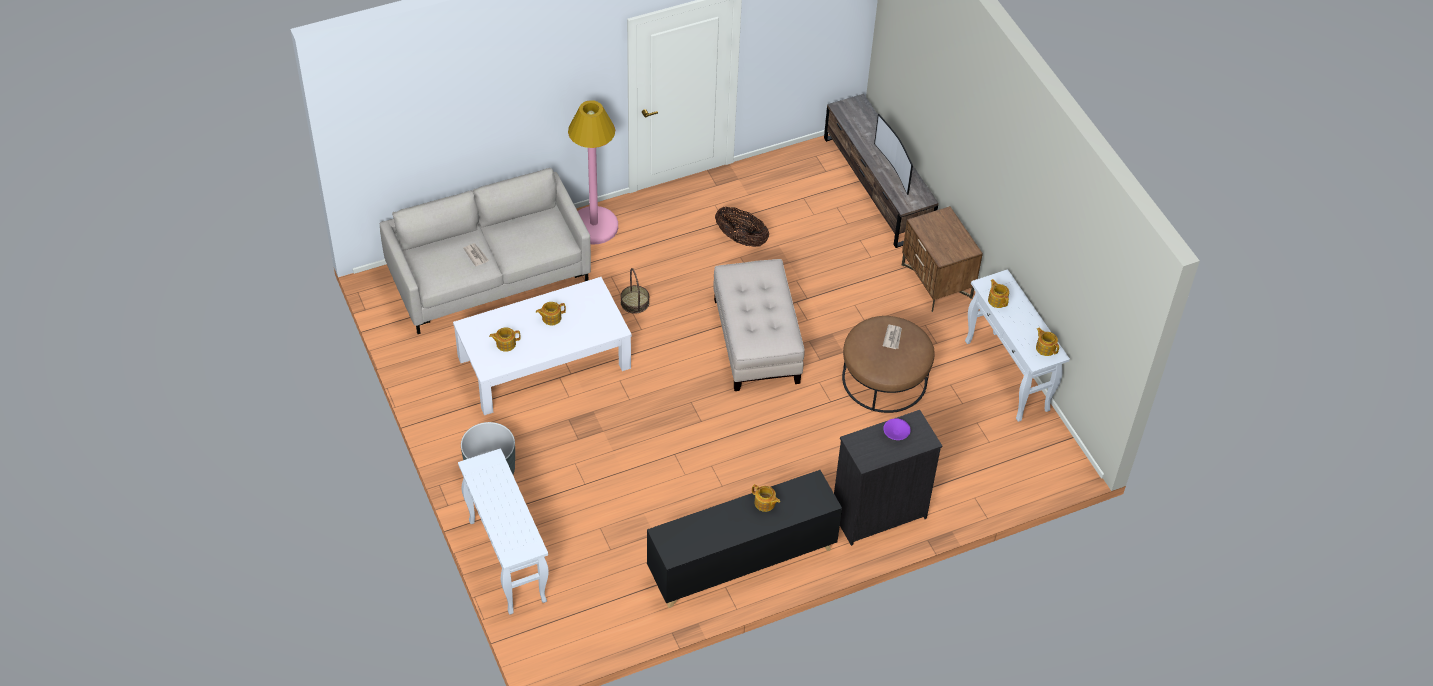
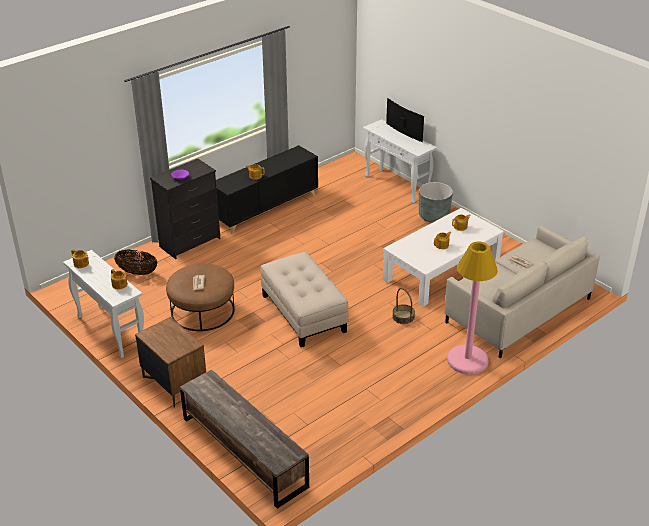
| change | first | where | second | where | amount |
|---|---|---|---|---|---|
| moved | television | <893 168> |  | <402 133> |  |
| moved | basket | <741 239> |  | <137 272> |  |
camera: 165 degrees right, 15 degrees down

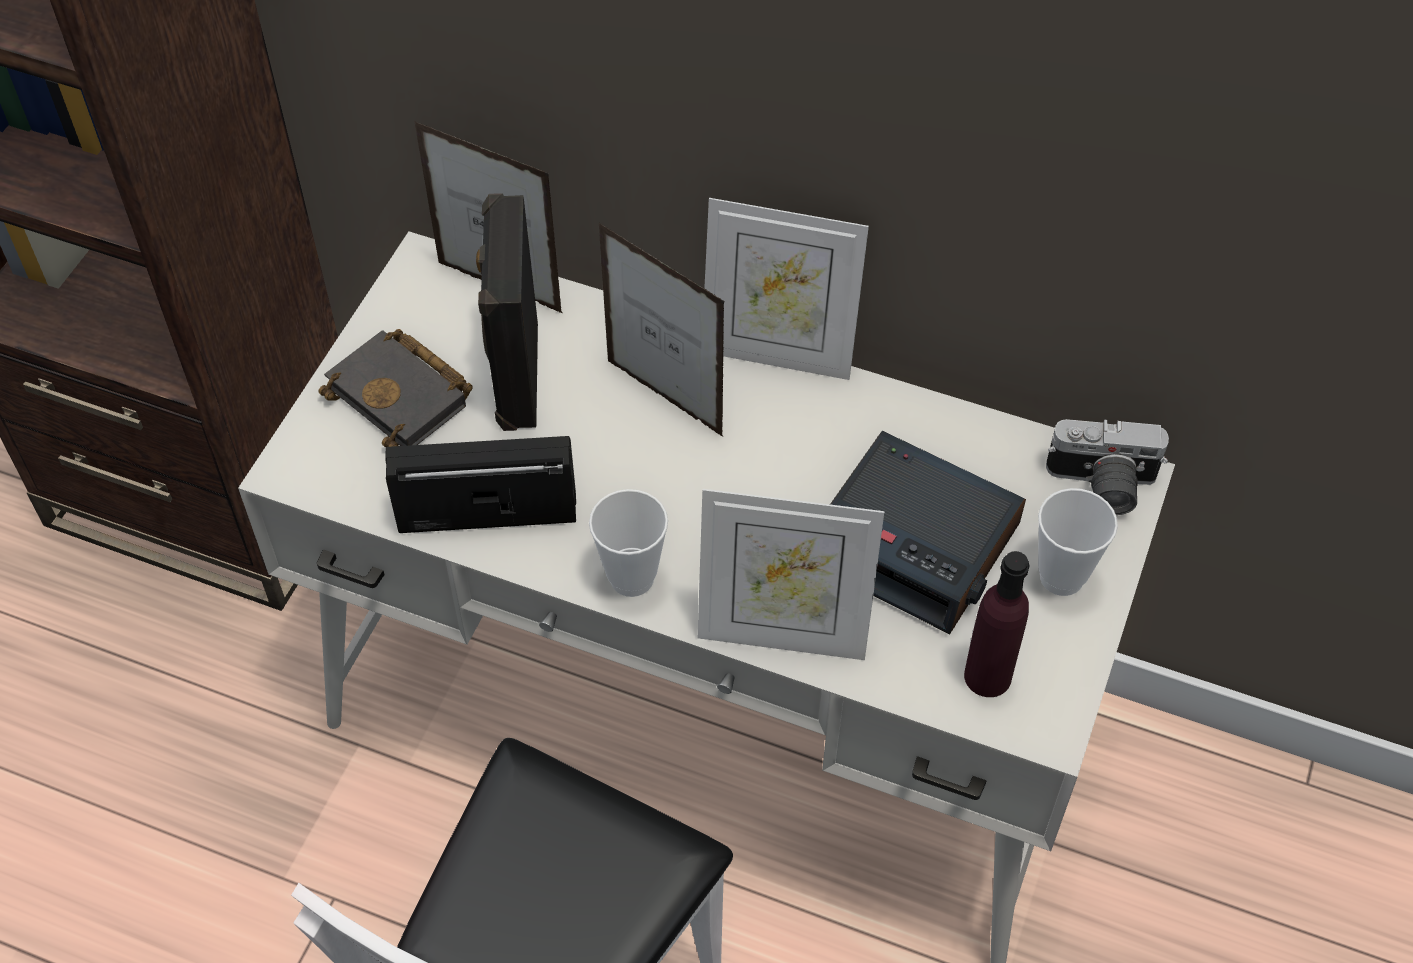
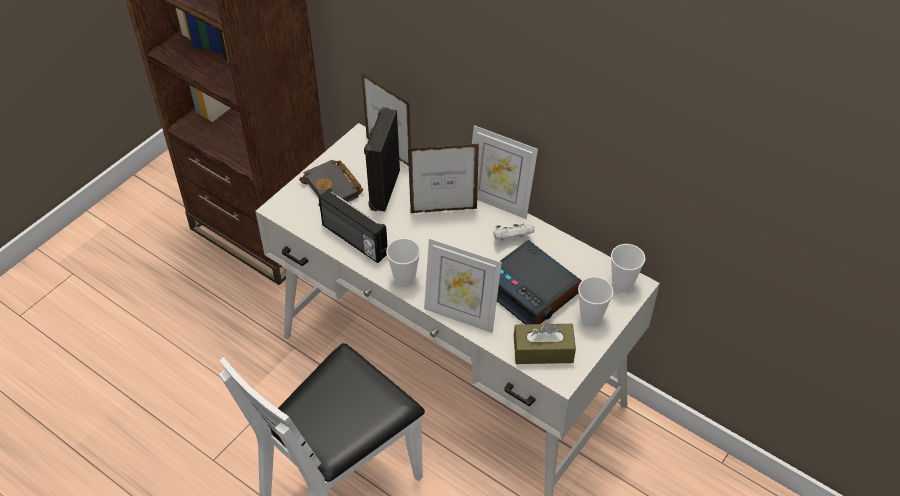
| change | first | where | second | where | amount |
|---|---|---|---|---|---|
| turned | standing frame | <664 398> |  | <443 211> | 120 degrees clockwise |
| replaced | still camera | <1101 486> | small cup | <622 285> |  |
| turned | radio | <487 511> |  | <353 240> | 150 degrees counterclockwise |
| replaced | purple bottle | <987 676> | brownish tissue box | <543 351> |  |
| added |  |  | white joypad | <511 239> |  |
camera: 15 degrees right, 5 degrees down

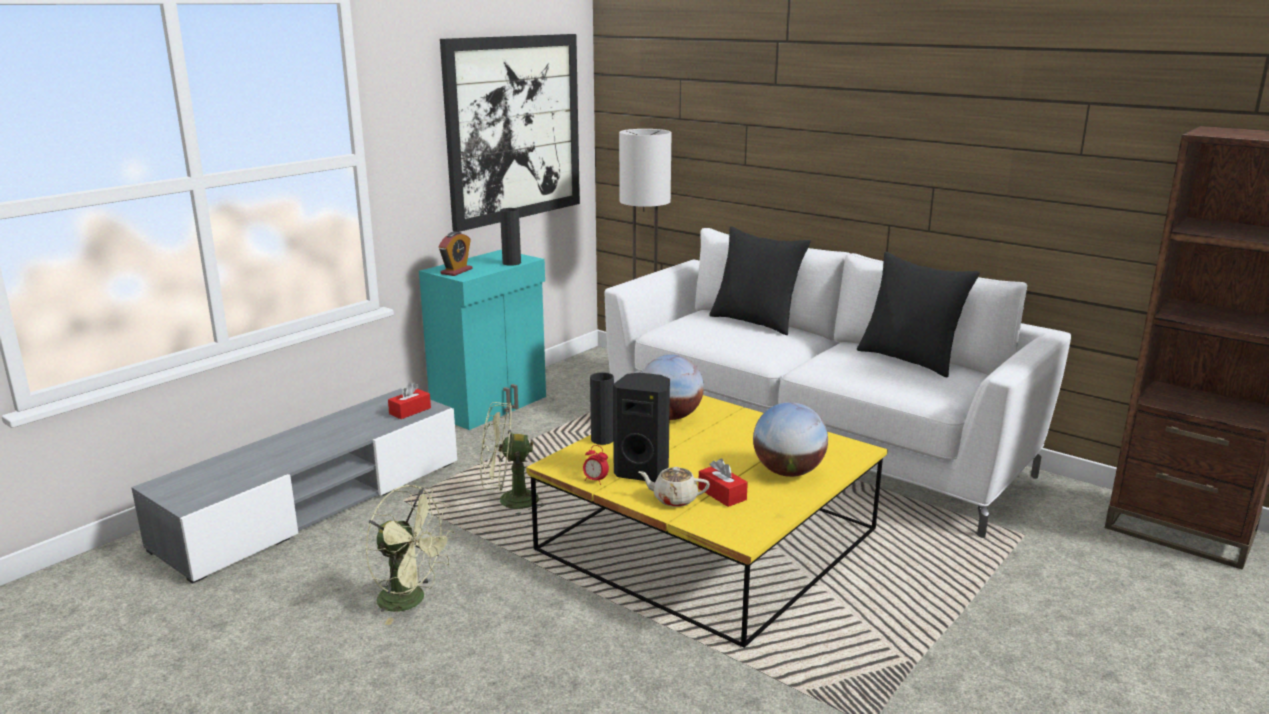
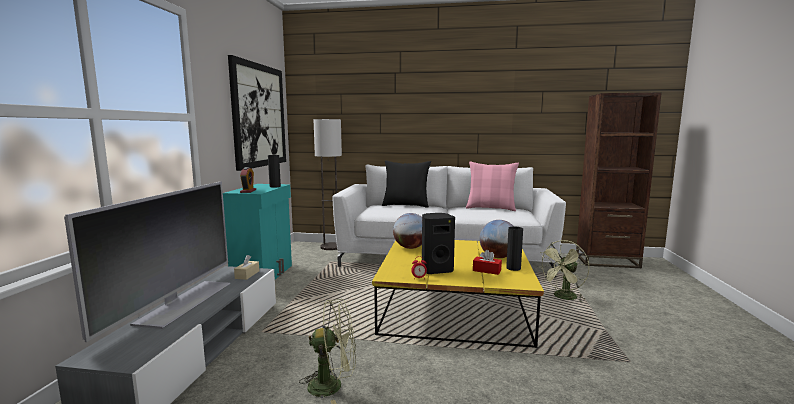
| change | first | where | second | where | amount |
|---|---|---|---|---|---|
| recoloured | blackish throw pillow | <909 360> | pink-coloured throw pillow | <490 208> |  |
| moved | blackish flower vase | <602 439> |  | <513 268> |  |
| recoloured | reddish tissue box | <410 411> | beige tissue box | <247 275> |  |
| moved | greenish electric fan | <509 502> |  | <563 298> |  |
| removed | beige tea pot | <674 499> |  |  |  |
| added |  |  | television | <183 302> |  |
camera: 30 degrees left, 10 degrees down

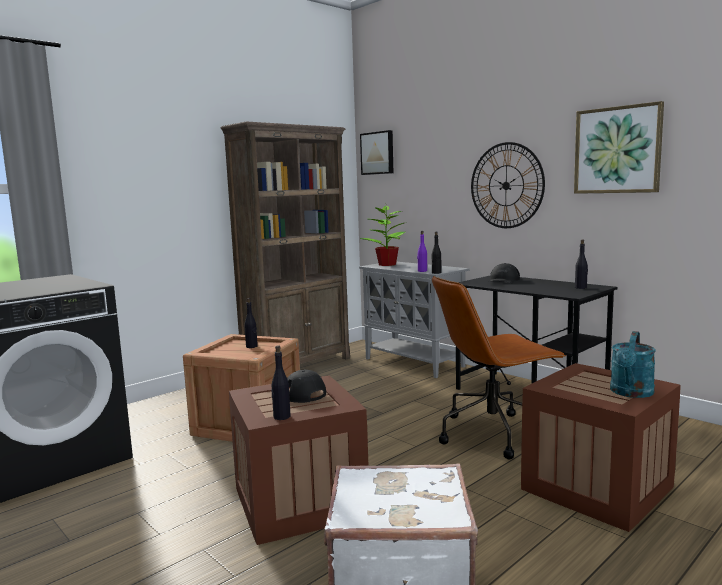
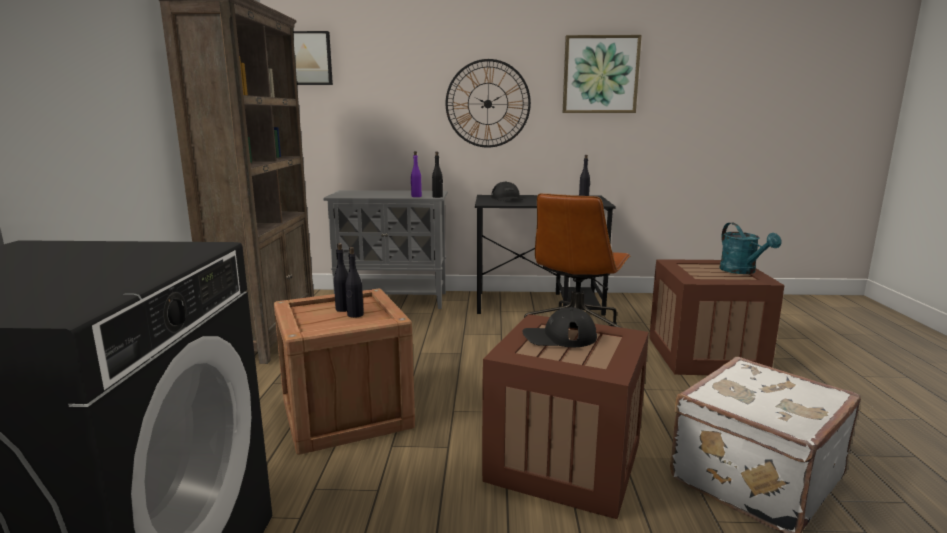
| change | first | where | second | where | amount |
|---|---|---|---|---|---|
| removed | houseplant | <387 264> |  |  |  |
| moved | blackish bottle | <281 417> |  | <355 315> |  |
camera: 45 degrees left, 5 degrees up

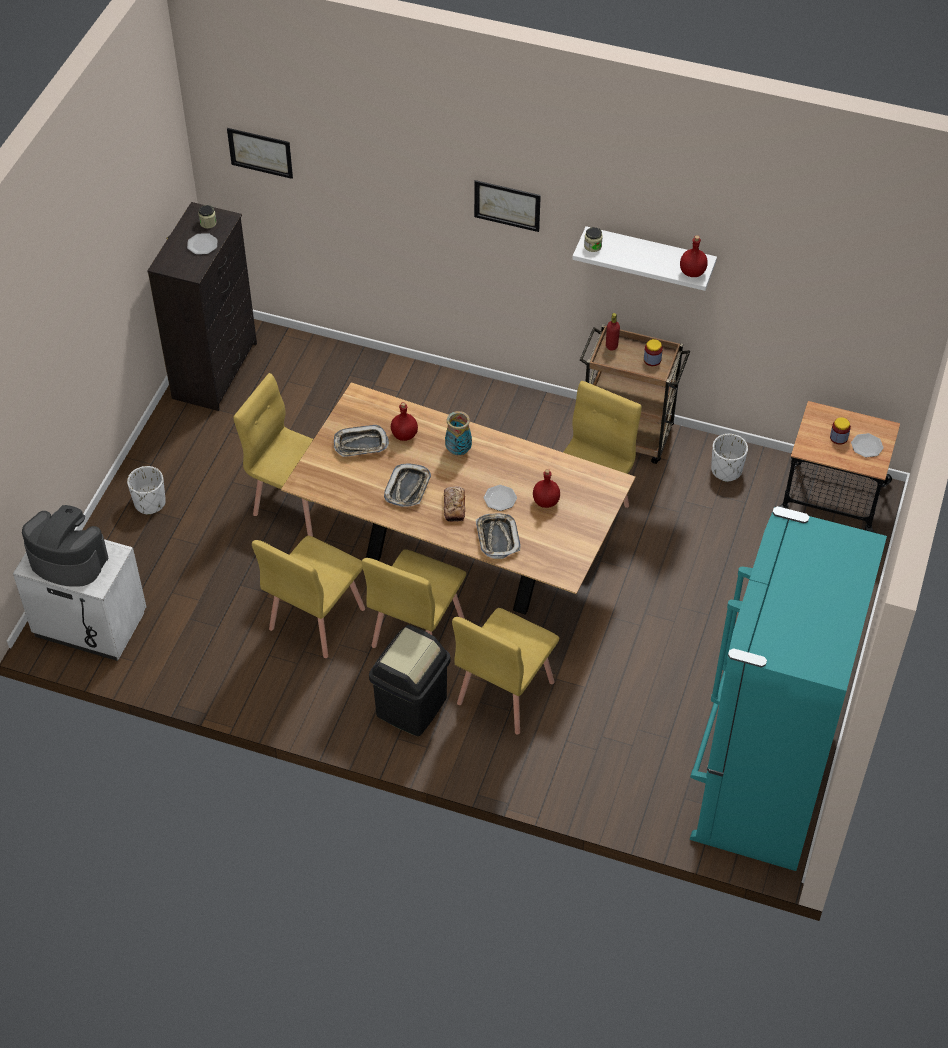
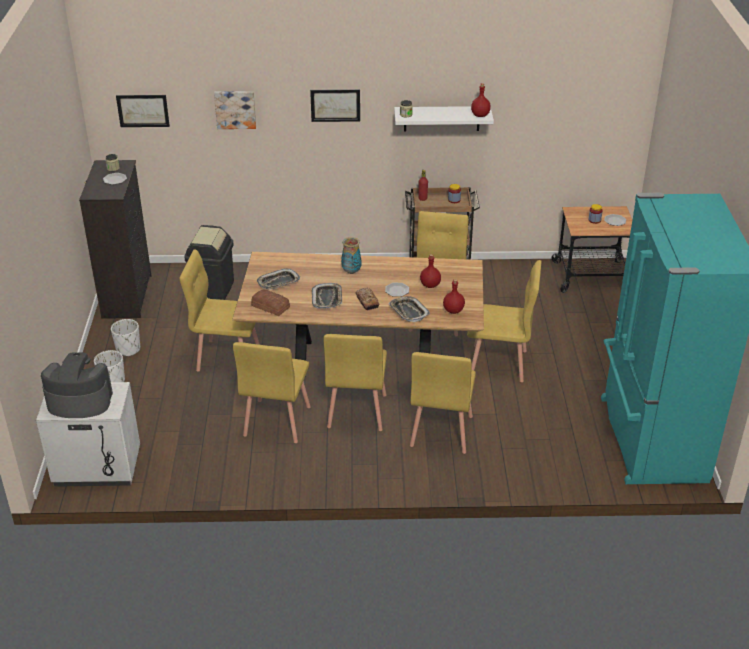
| change | first | where | second | where | amount |
|---|---|---|---|---|---|
| moved | reddish bottle | <404 435> |  | <453 311> |  |
| moved | white plant pot | <726 470> |  | <128 349> |  |
| moved | blackish rubbish bin | <411 706> |  | <212 289> |  |
| added |  |  | wall picture | <235 109> |  |
| added |  |  | yellowish upright chair | <499 363> |  |
| added |  |  | bakery bread | <270 306> |  |
camera: 20 degrees left, 15 degrees down

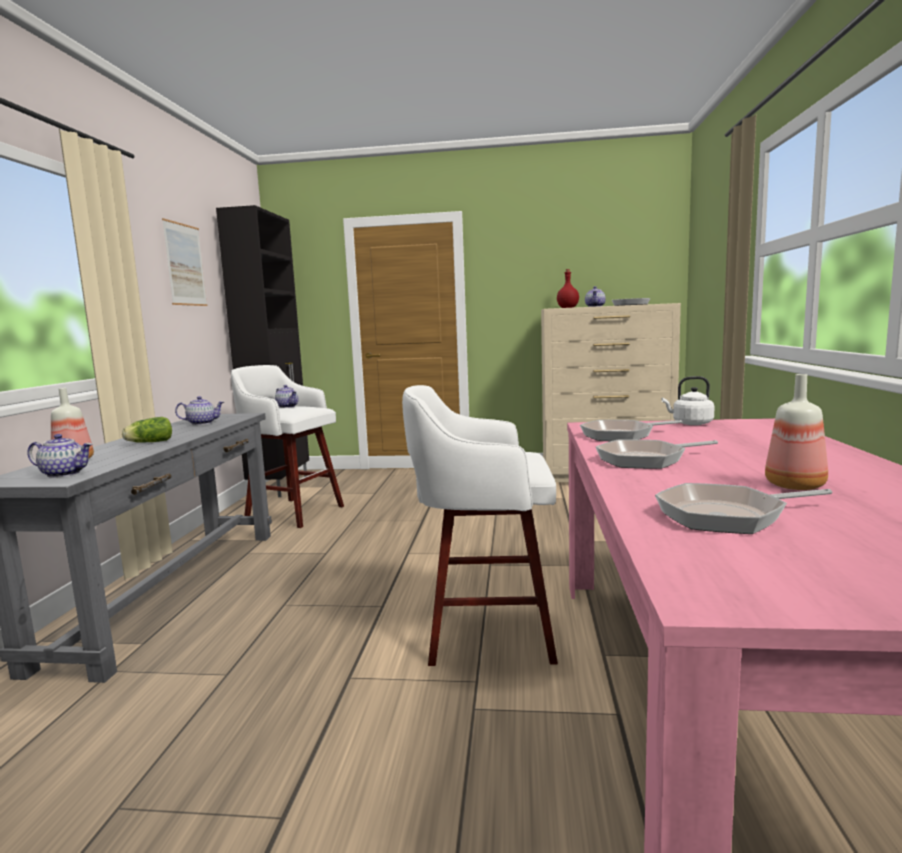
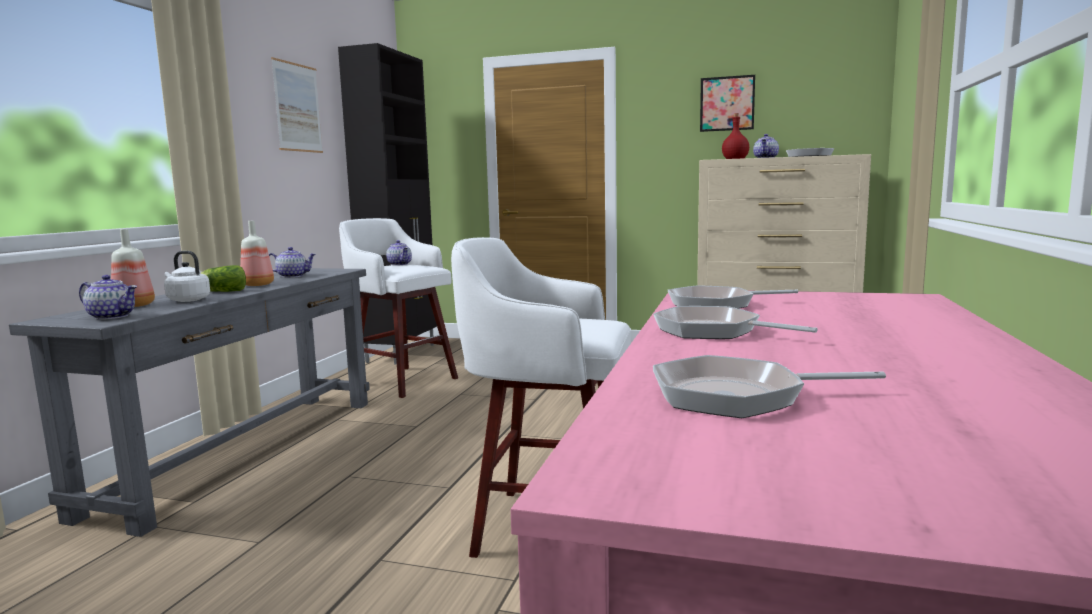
| change | first | where | second | where | amount |
|---|---|---|---|---|---|
| moved | bottle | <796 485> |  | <259 285> |  |
| moved | white water kettle | <690 423> |  | <187 300> |  |
| turned | pan | <646 460> |  | <713 331> | 45 degrees clockwise |
| added |  |  | wall picture | <727 103> |  |
camera: 10 degrees right, 0 degrees up

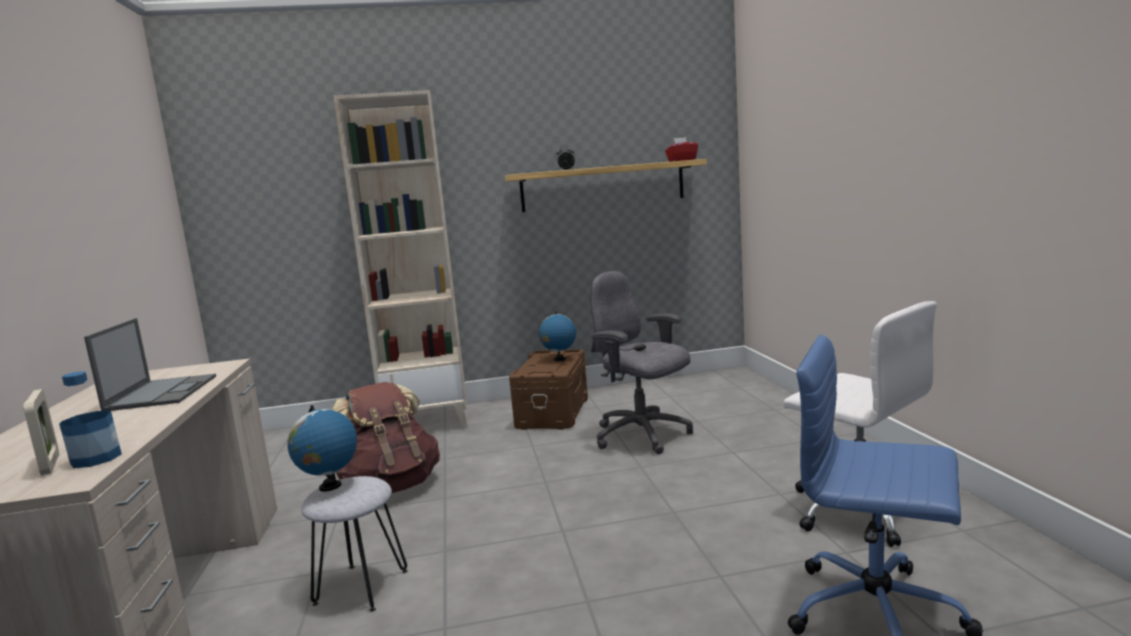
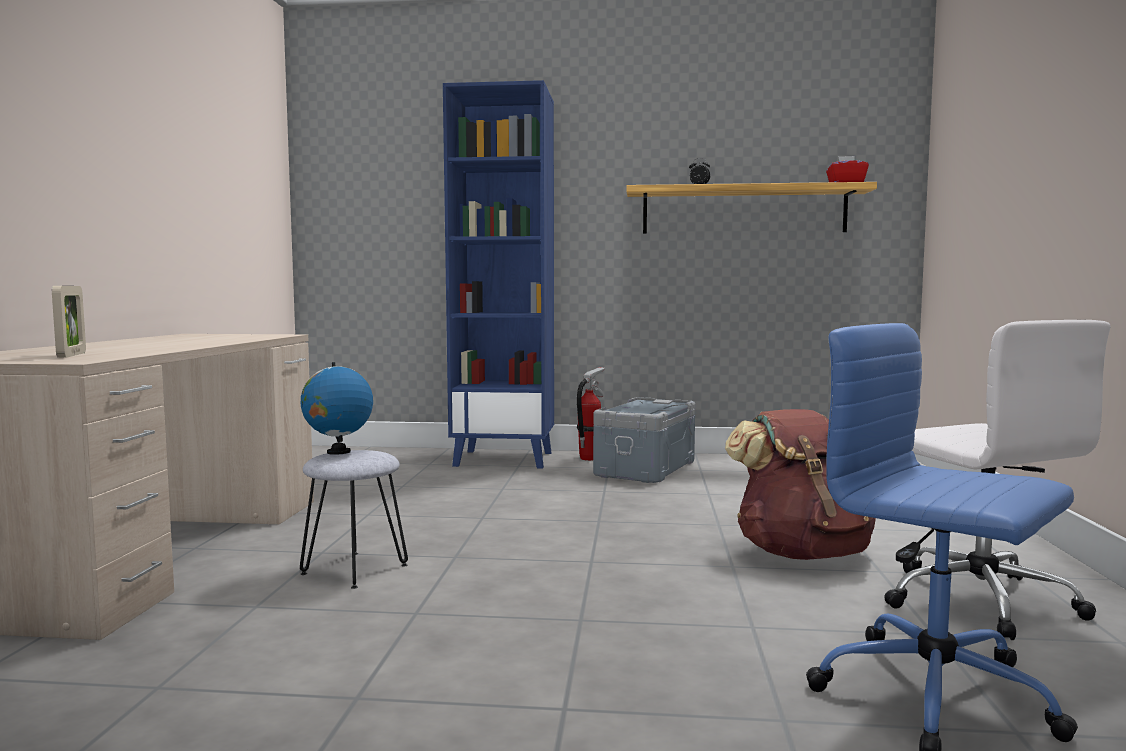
| change | first | where | second | where | amount |
|---|---|---|---|---|---|
| recoloured | beige bookshelf | <429 422> | bluish bookshelf | <504 459> |  |
| removed | gray desk chair | <642 436> |  |  |  |
| removed | world globe | <559 359> |  |  |  |
| removed | notebook computer | <162 392> |  |  |  |
| recoloured | brownish storage bin | <554 413> | gray storage bin | <646 469> |  |
| removed | bottle | <96 459> |  |  |  |
| moved | brownish rucksack | <391 486> |  | <801 553> |  |
| added |  |  | fire extinguisher | <589 458> |  |
camera: 15 degrees right, 5 degrees down

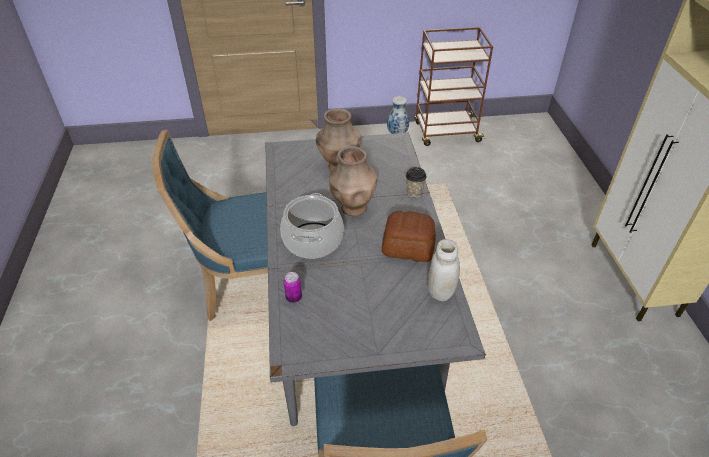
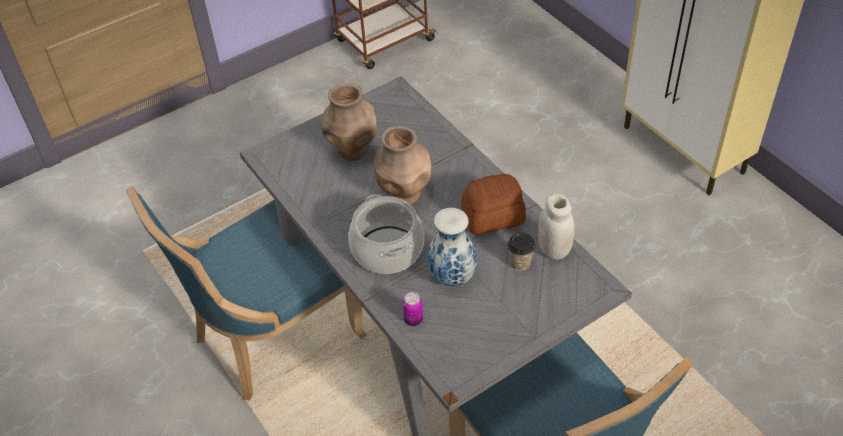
| change | first | where | second | where | amount |
|---|---|---|---|---|---|
| moved | flower vase | <396 134> |  | <451 277> |  |
| moved | small cup | <414 192> |  | <520 263> |  |
camera: 25 degrees left, 5 degrees up

